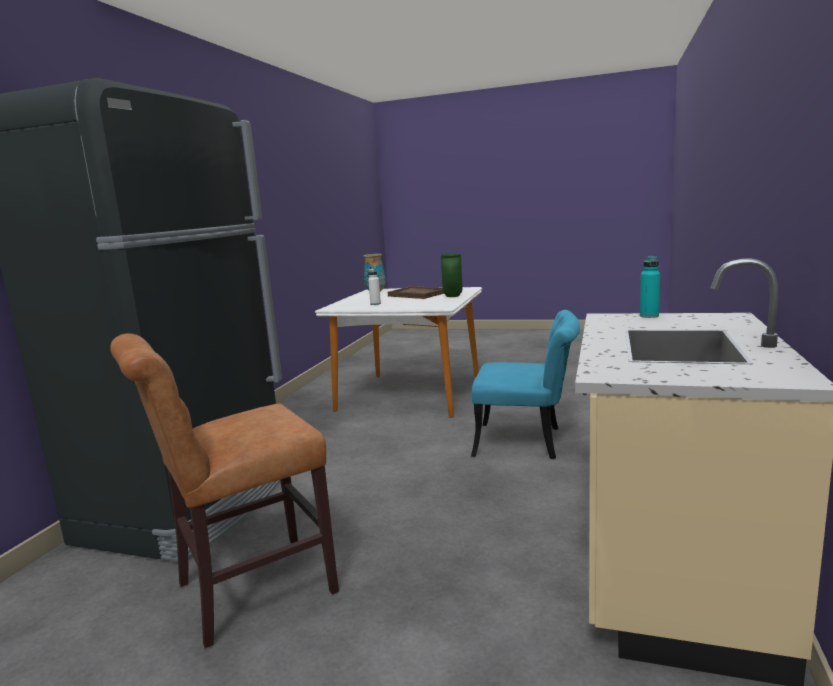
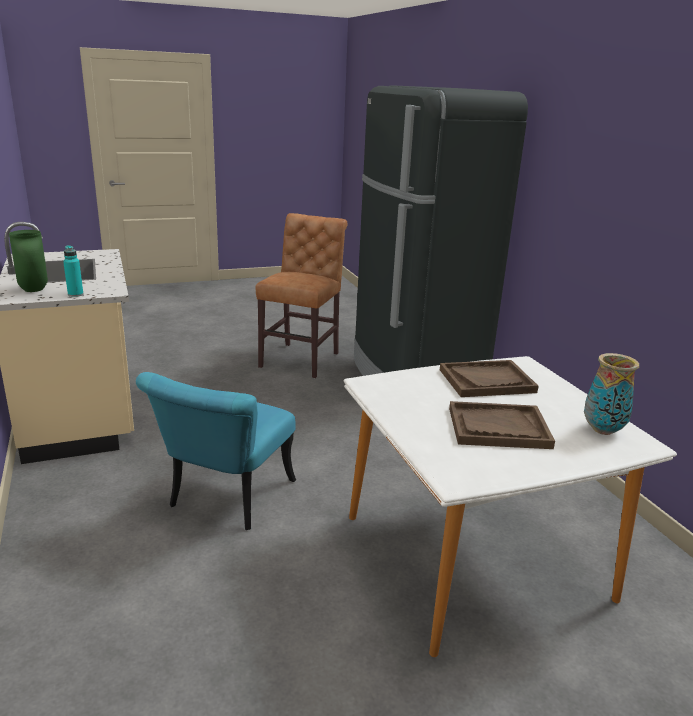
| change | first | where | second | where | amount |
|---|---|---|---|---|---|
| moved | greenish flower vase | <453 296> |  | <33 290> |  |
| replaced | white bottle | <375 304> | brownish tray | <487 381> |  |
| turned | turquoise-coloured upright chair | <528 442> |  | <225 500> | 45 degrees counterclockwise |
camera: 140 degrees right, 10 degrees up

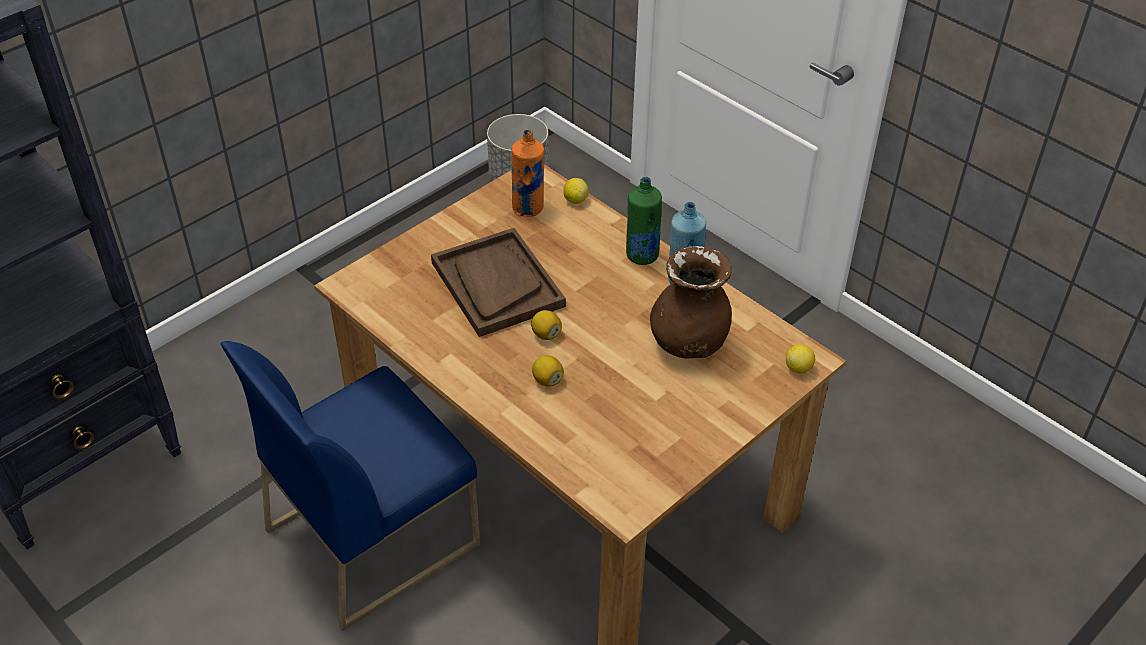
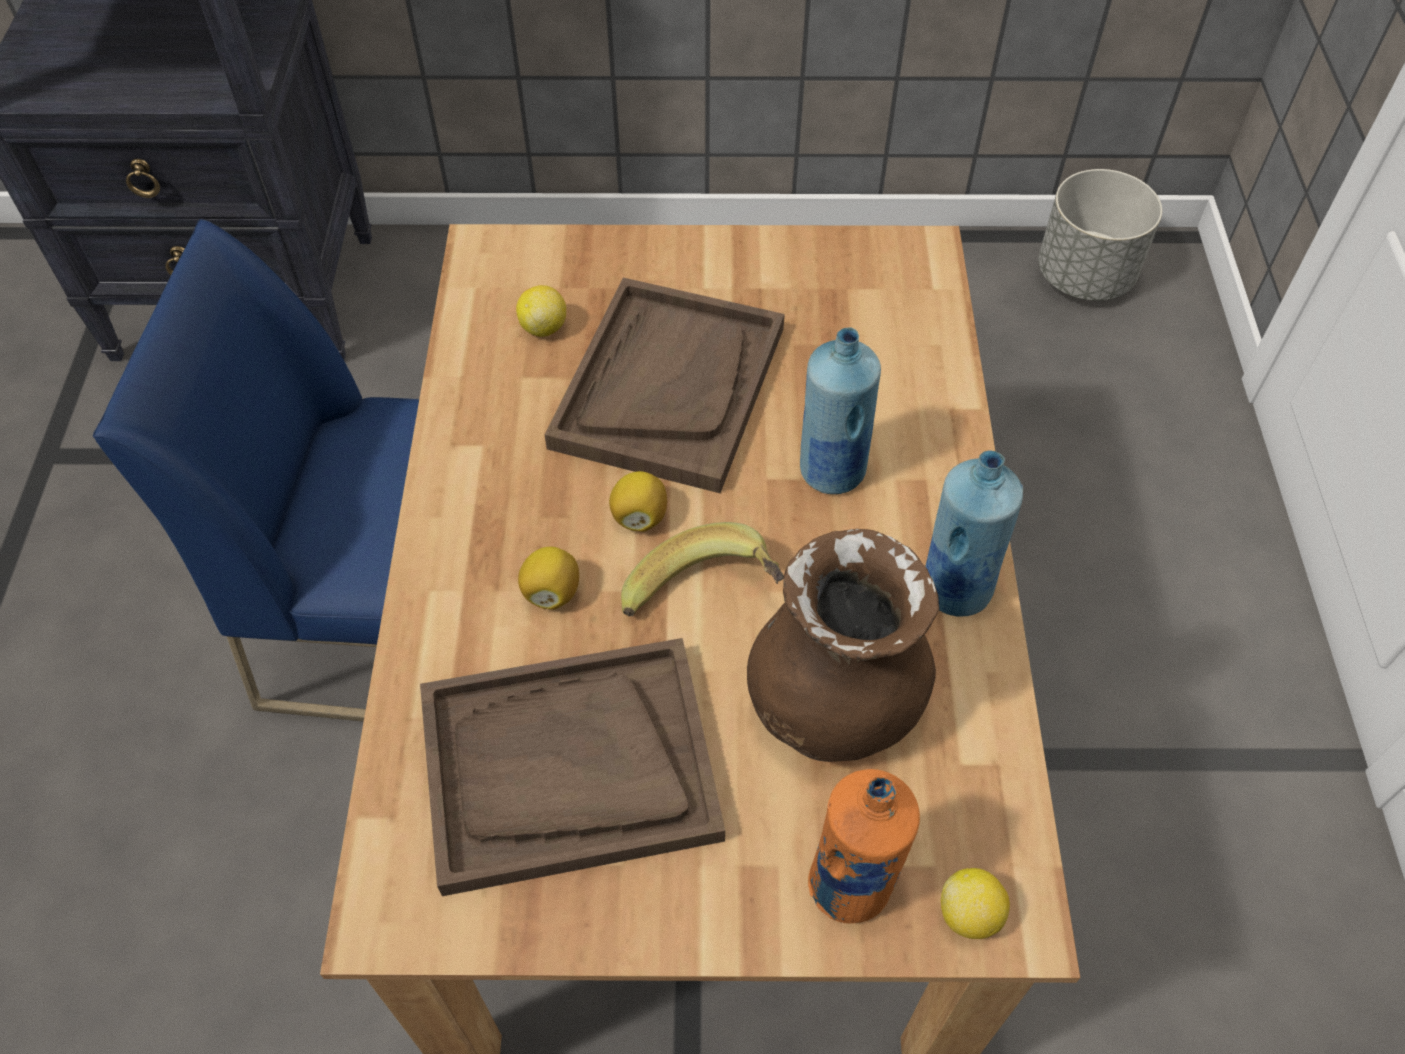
| change | first | where | second | where | amount |
|---|---|---|---|---|---|
| moved | orange-coloured bottle | <528 208> |  | <851 886> |  |
| removed | greenish bottle | <641 255> |  |  |  |
| moved | lemon | <575 200> |  | <544 327> |  |
| added |  |  | bluish bottle | <831 471> |  |
| added |  |  | whole banana | <705 599> |  |
| added |  |  | brownish tray | <568 767> |  |
camera: 45 degrees right, 10 degrees up

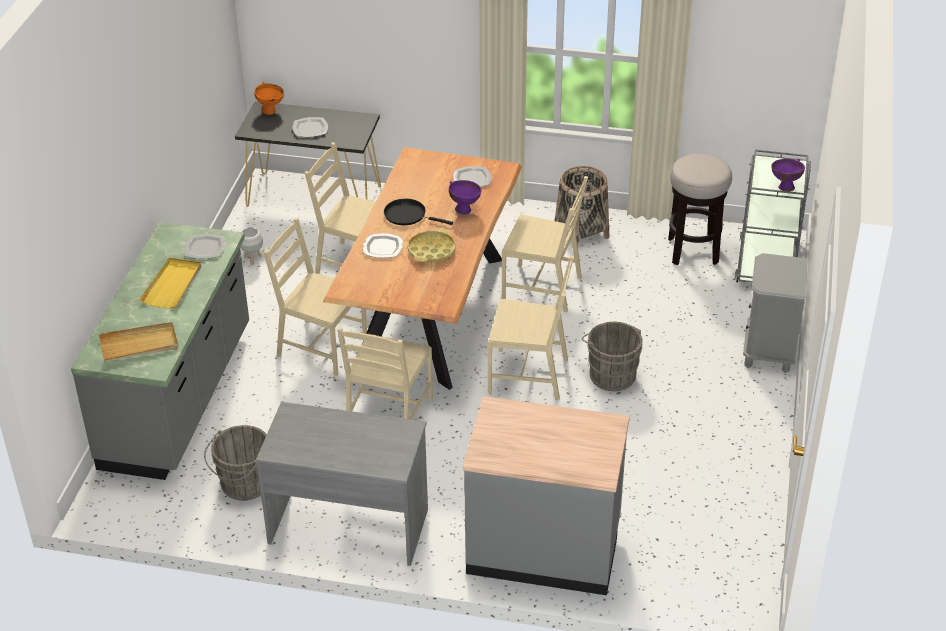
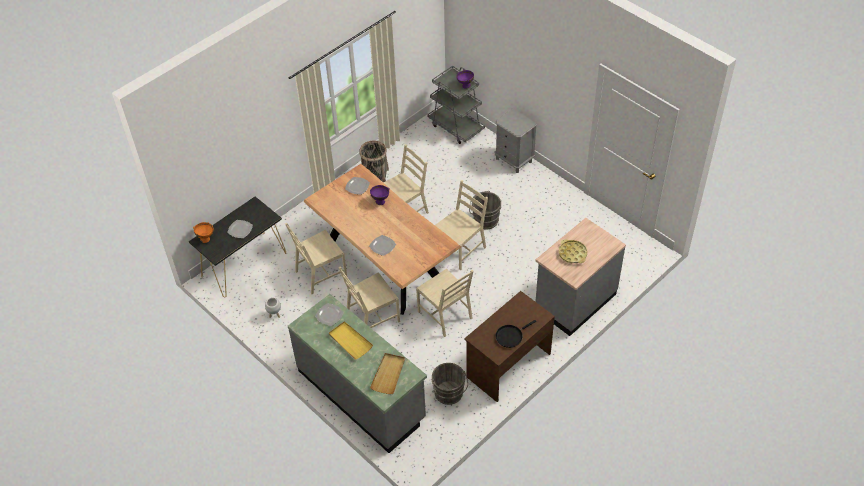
| change | first | where | second | where | amount |
|---|---|---|---|---|---|
| removed | stool seat | <693 251> |  |  |  |
| moved | blackish pan | <408 215> |  | <510 336> |  |
| moved | yellowish tray | <431 250> |  | <572 253> |  |
| recoloured | gray desk unit | <348 525> | brownish desk unit | <507 365> |  |
camera: 55 degrees left, 10 degrees up

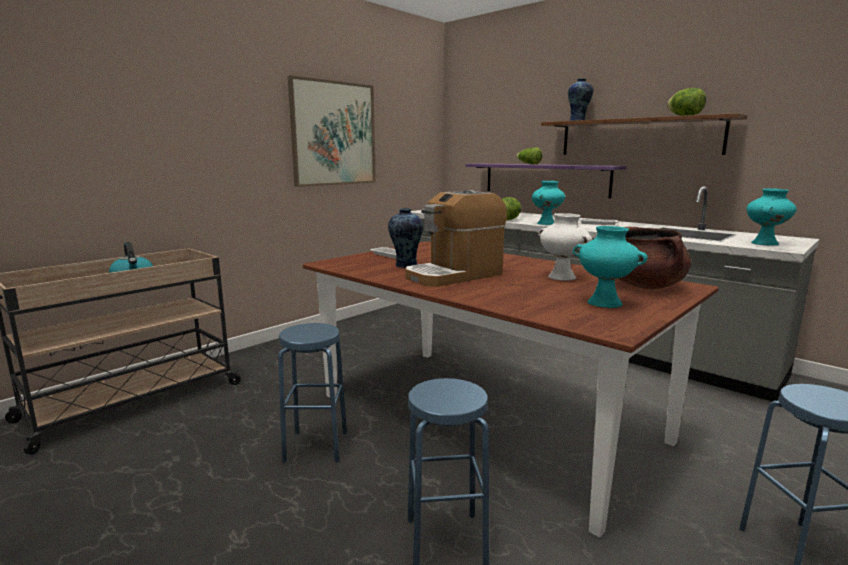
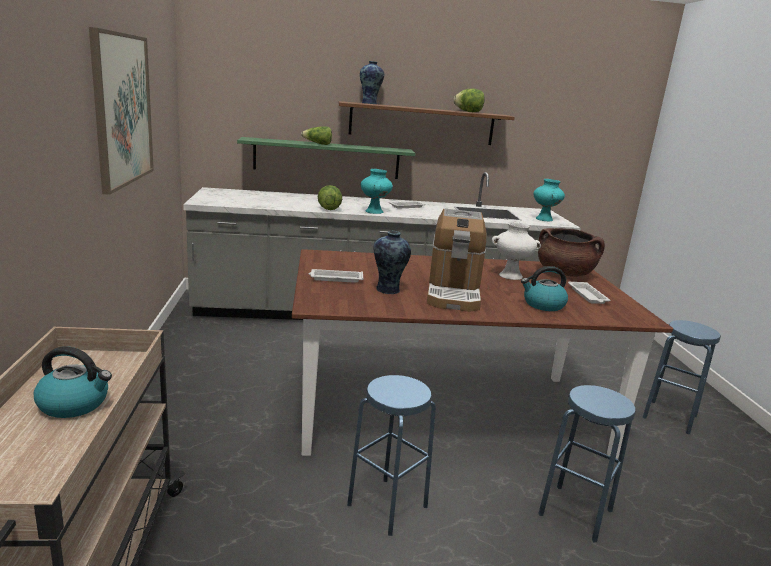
| change | first | where | second | where | amount |
|---|---|---|---|---|---|
| recoloured | purple wall shelf | <545 179> | greenish wall shelf | <327 158> |  |
| replaced | turquoise-coloured flower vase | <605 303> | white tray | <588 296> |  |
| added |  |  | water kettle | <543 305> |  |
camera: 50 degrees left, 5 degrees up

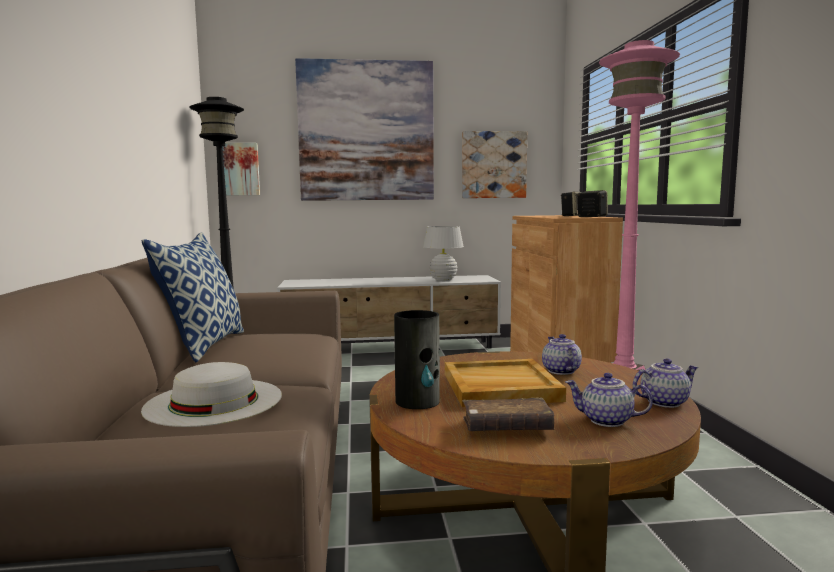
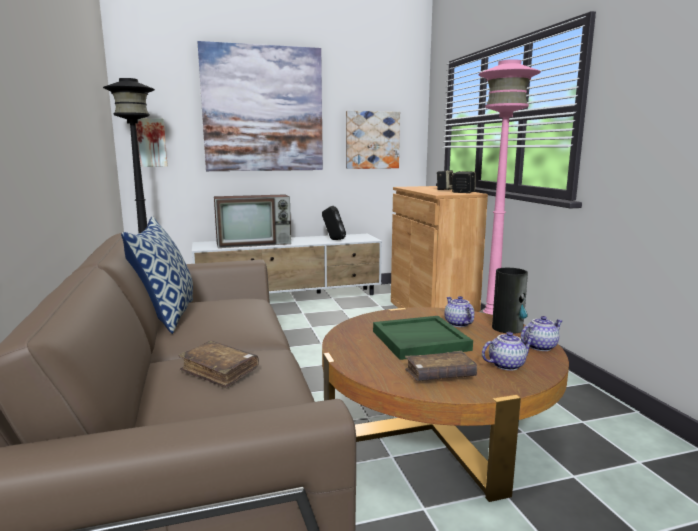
| change | first | where | second | where | amount |
|---|---|---|---|---|---|
| replaced | white lamp for a table | <443 280> | blackish loudspeaker | <333 239> |  |
| moved | flower vase | <418 401> |  | <507 328> |  |
| recoloured | beige tray | <499 387> | greenish tray | <419 341> |  |
| replaced | white hat | <214 401> | brownish book | <219 371> |  |
| turned | tea pot | <606 421> |  | <506 365> | 150 degrees clockwise |
| added |  |  | television | <255 243> |  |
camera: 10 degrees left, 5 degrees up

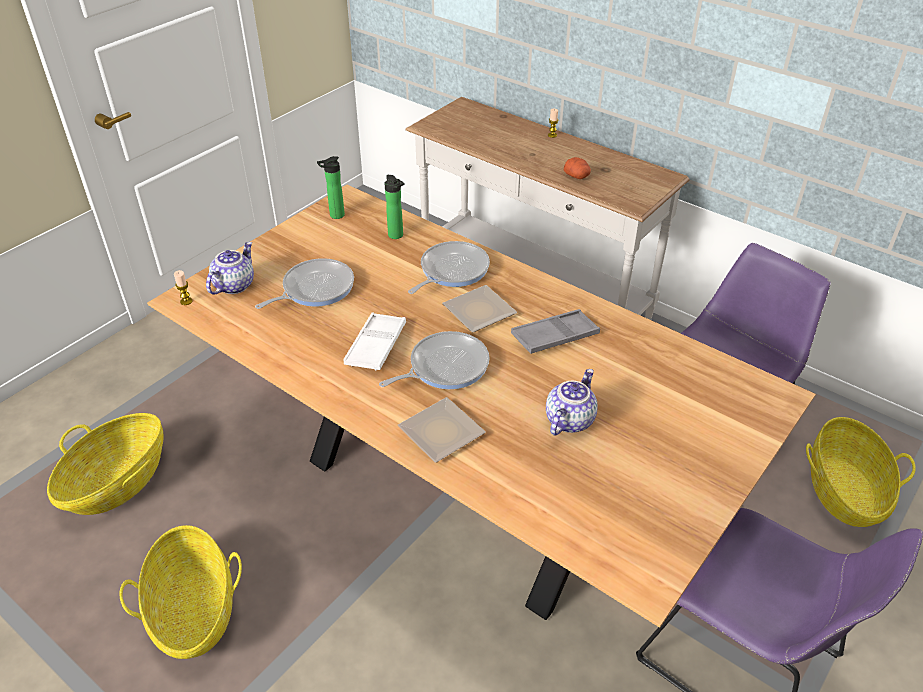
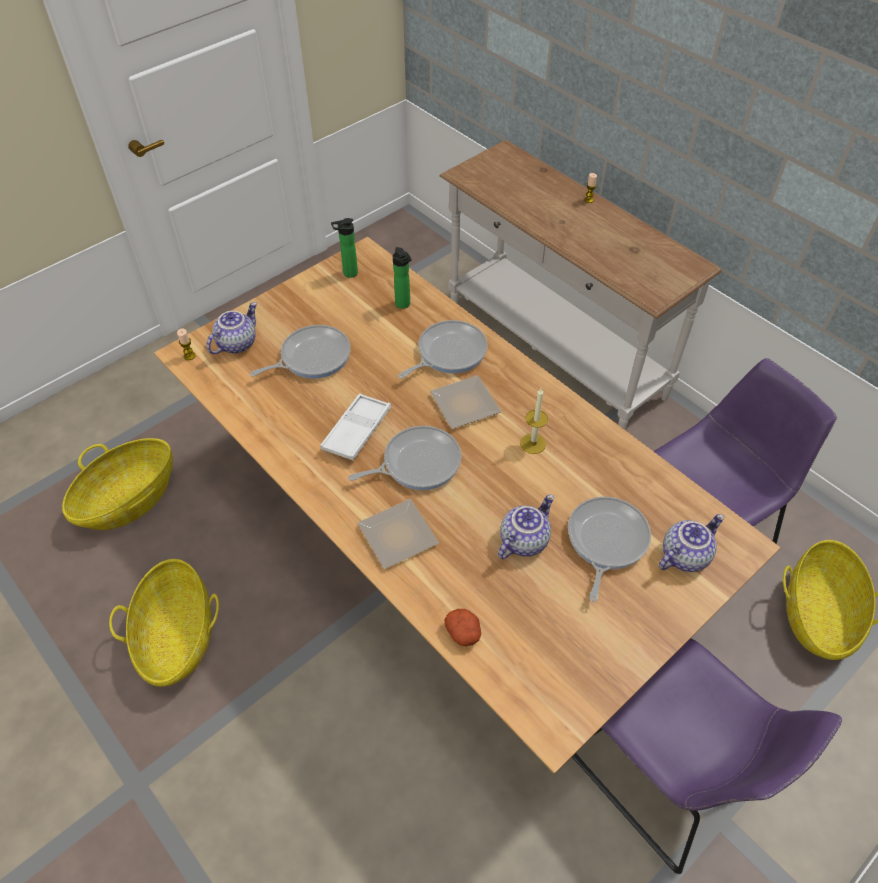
| change | first | where | second | where | amount |
|---|---|---|---|---|---|
| moved | potato | <577 176> |  | <464 633> |  |
| replaced | gray tray | <555 336> | candle | <533 443> |  |
| added |  |  | pan | <605 541> |  |
| added |  |  | tea pot | <684 555> |  |
camera: 10 degrees right, 10 degrees up

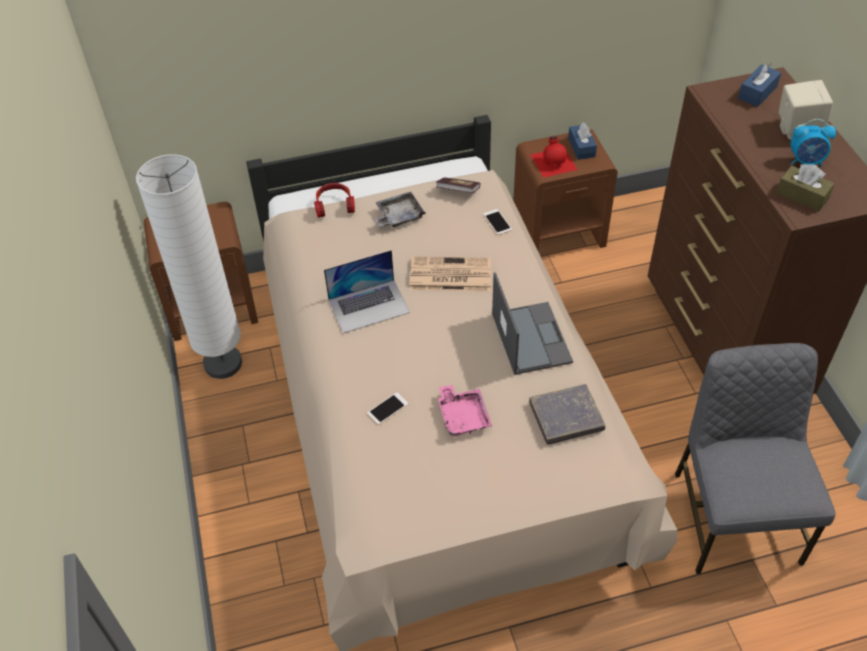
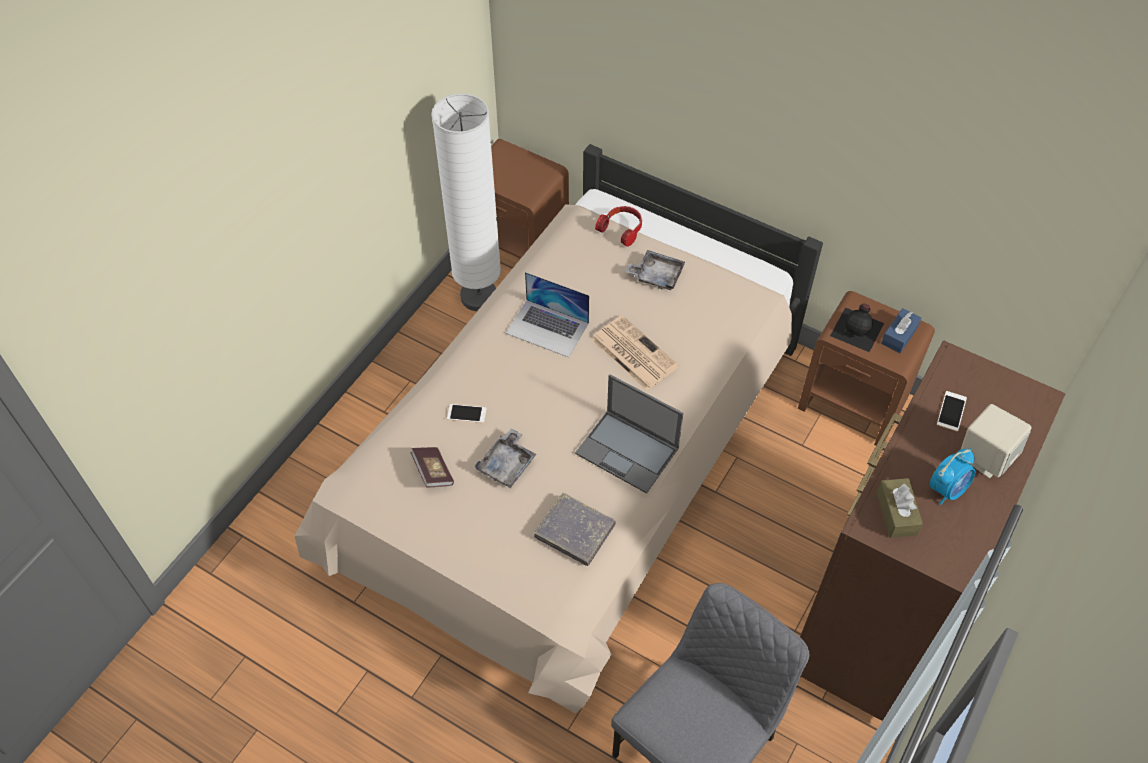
| change | first | where | second | where | amount |
|---|---|---|---|---|---|
| removed | bluish tissue box | <757 93> |  |  |  |
| turned | alarm clock | <805 161> |  | <947 489> | 90 degrees counterclockwise |
| recoloured | reddish bottle | <554 161> | blackish bottle | <858 329> |  |
| moved | book | <458 191> |  | <433 472> |  |
| moved | handset | <497 222> |  | <951 411> |  |
| turned | notebook computer | <530 337> |  | <628 451> | 90 degrees clockwise |
| recoloured | pink-coloured tray | <463 416> | gray tray | <507 464> |  |
camera: 45 degrees right, 5 degrees up

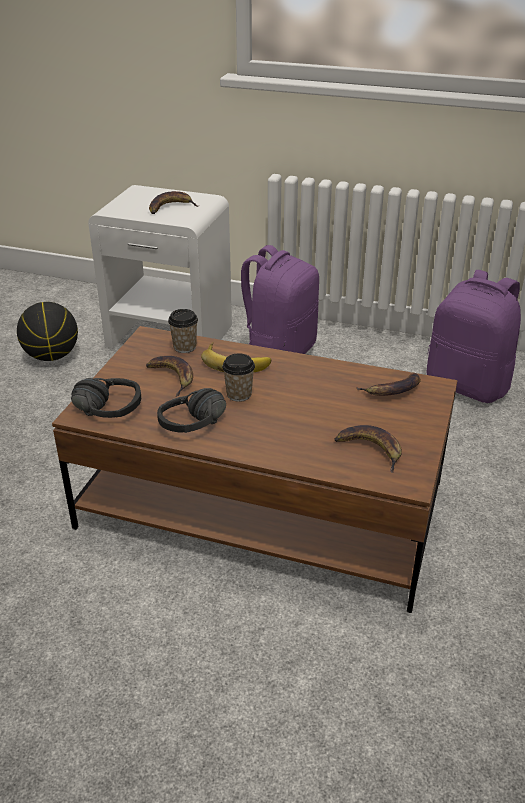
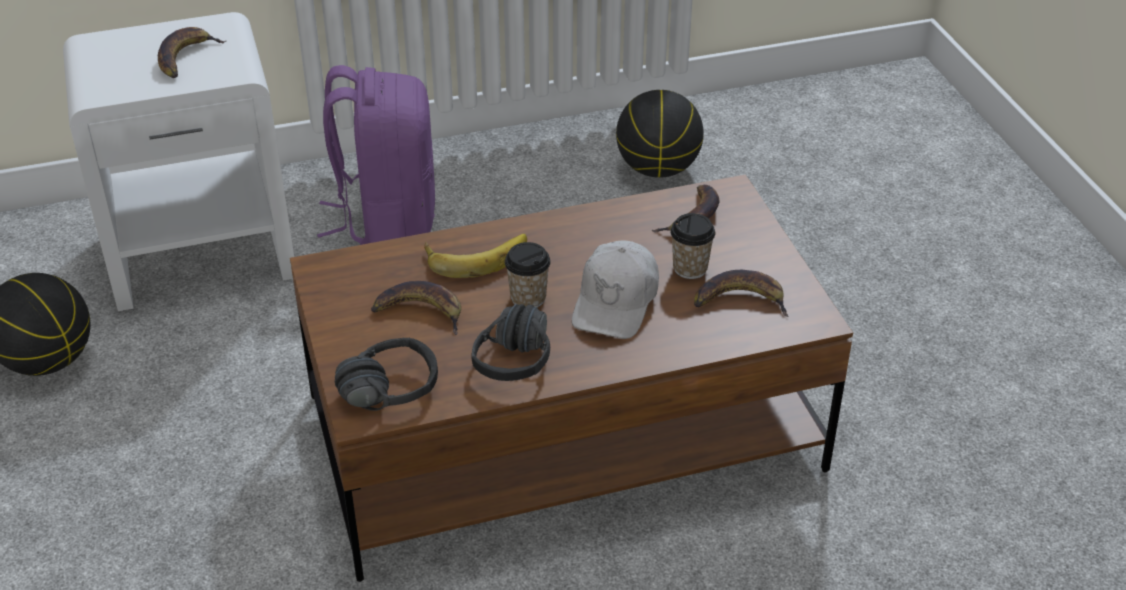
| change | first | where | second | where | amount |
|---|---|---|---|---|---|
| replaced | purple rucksack | <468 385> | basketball | <658 169> |  |
| moved | small cup | <184 347> |  | <690 268> |  |
| added |  |  | white peaked cap | <616 302> |  |
camera: 35 degrees left, 5 degrees up

